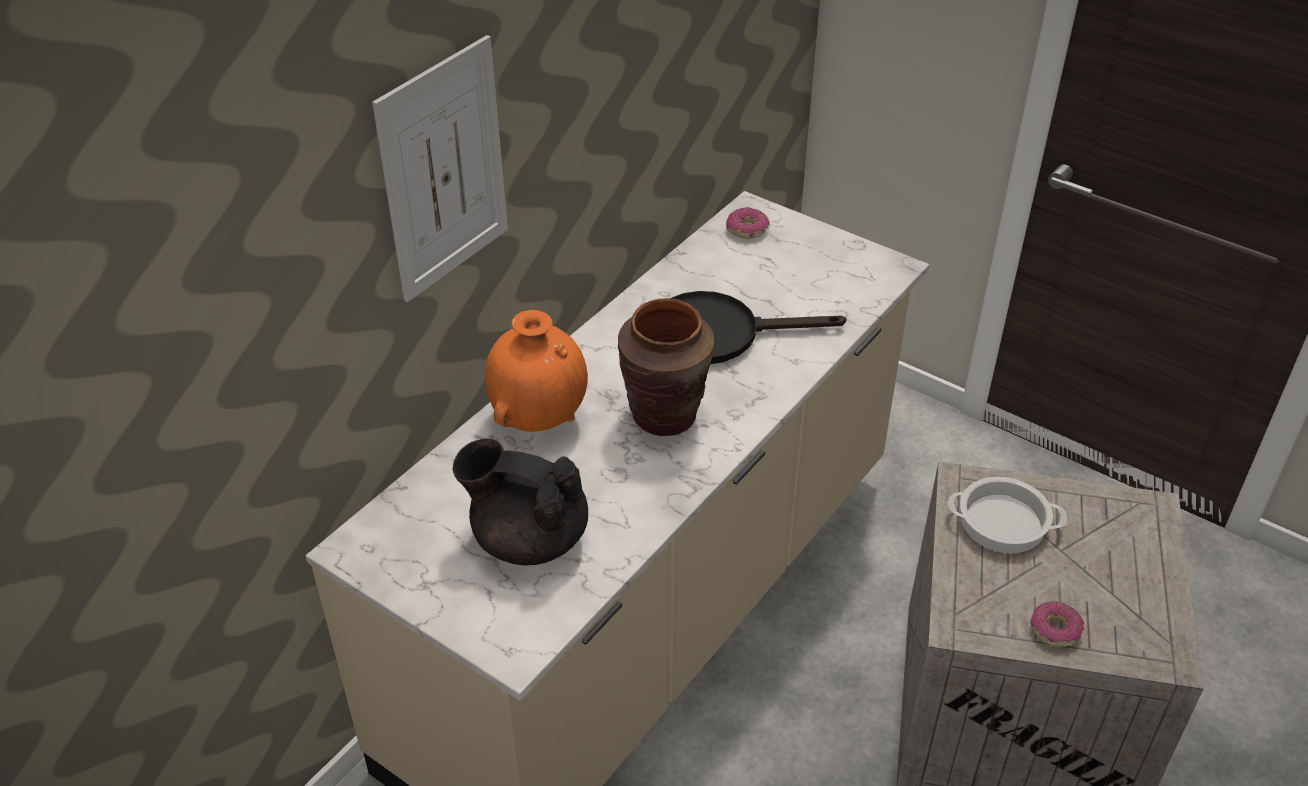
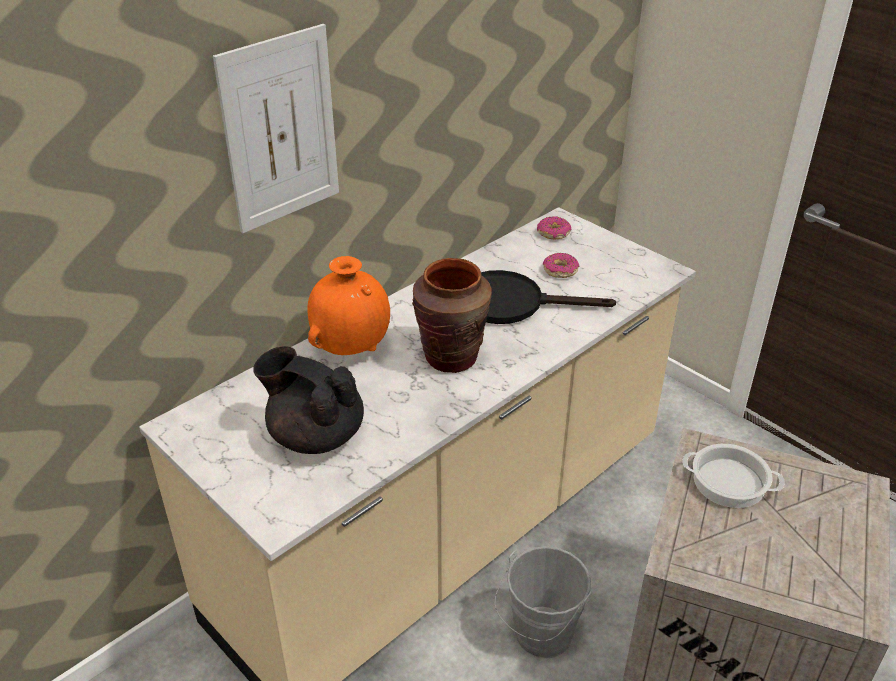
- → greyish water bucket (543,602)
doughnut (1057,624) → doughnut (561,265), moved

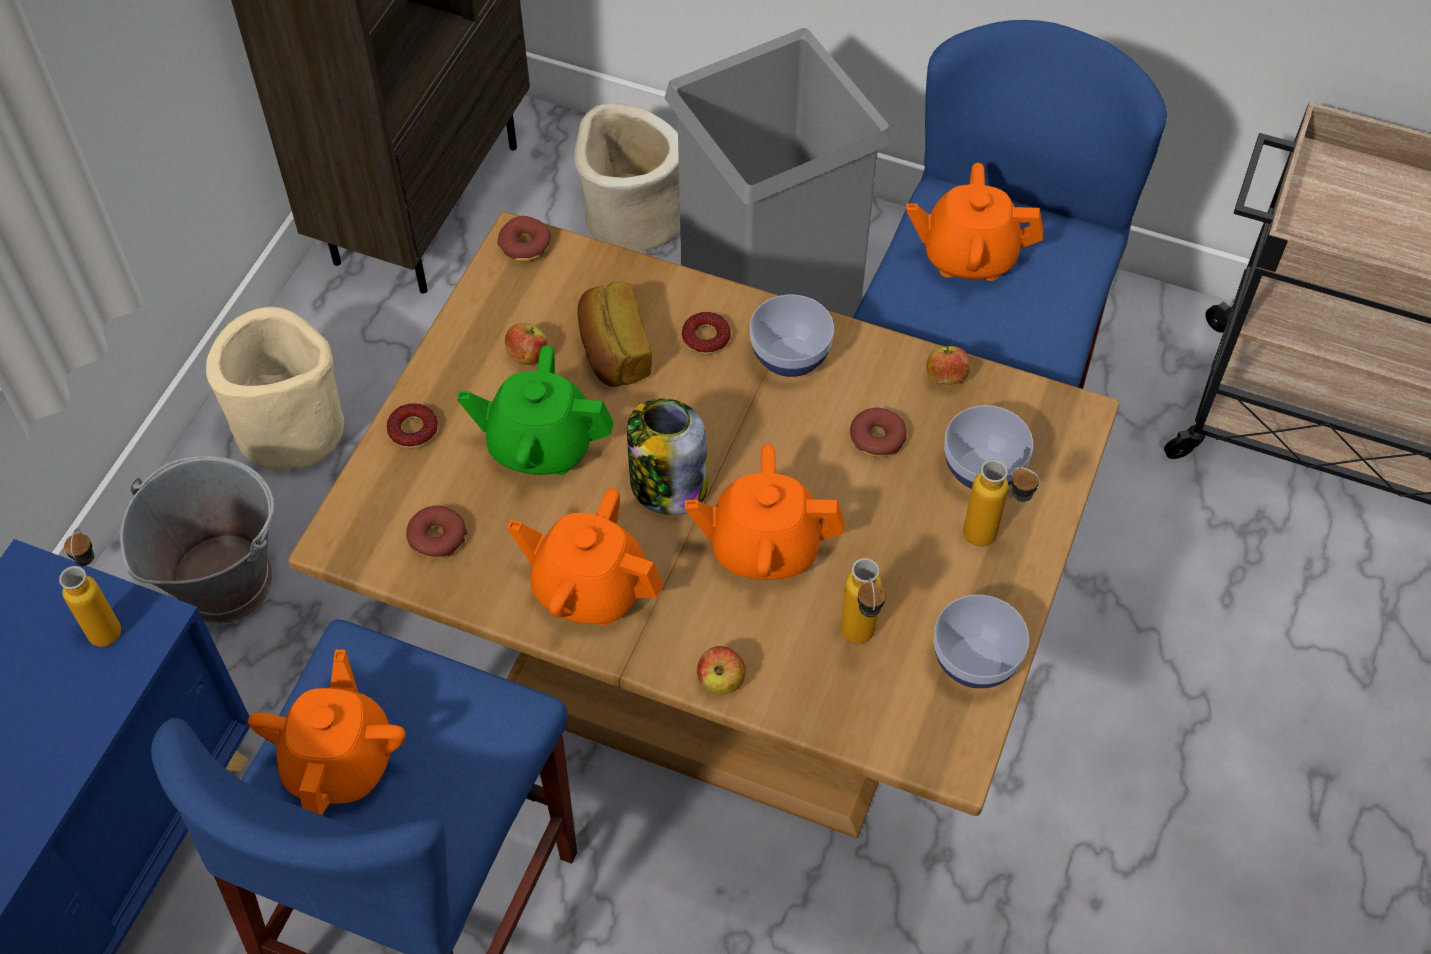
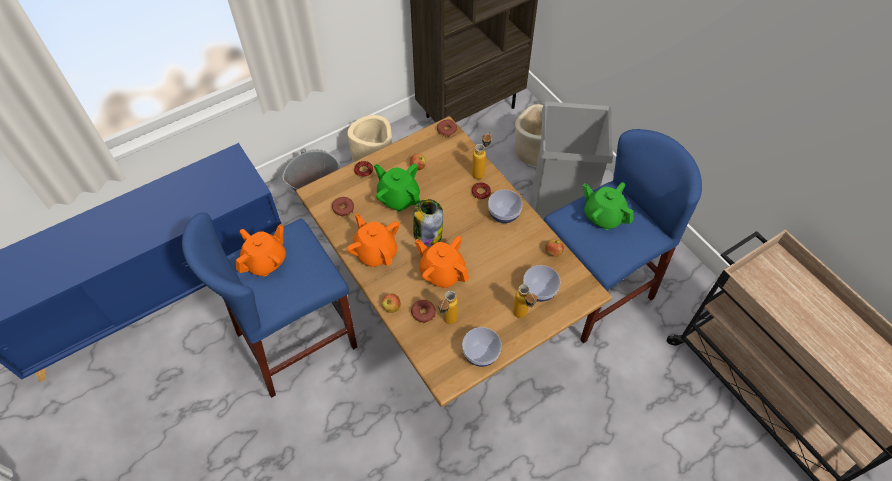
baked bread (614,334) → -
beverage bottle (90,588) → beverage bottle (482,155), moved
doughnut (878,432) → doughnut (423,311), moved
orange tea pot (974,222) → greenish tea pot (608,206)

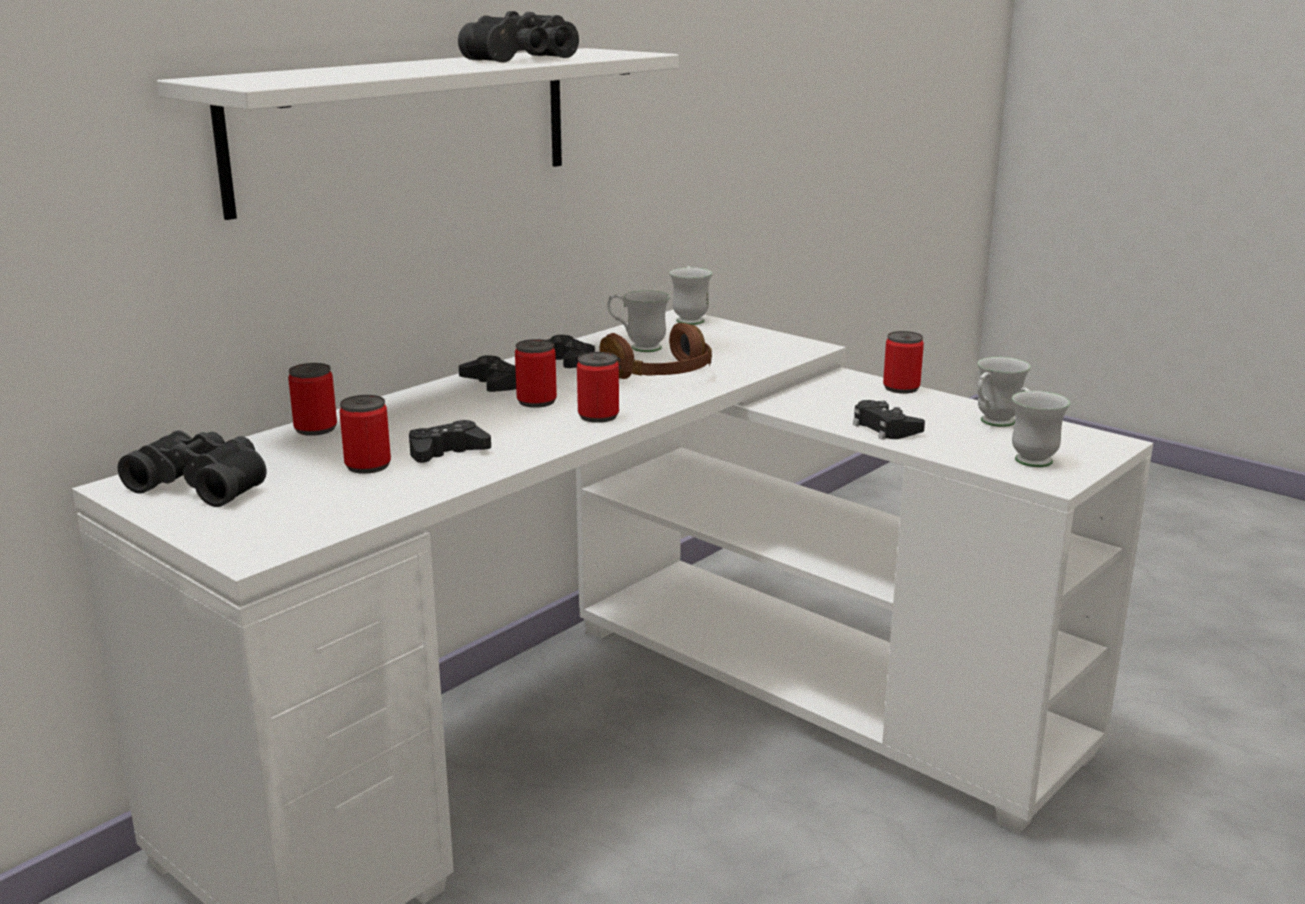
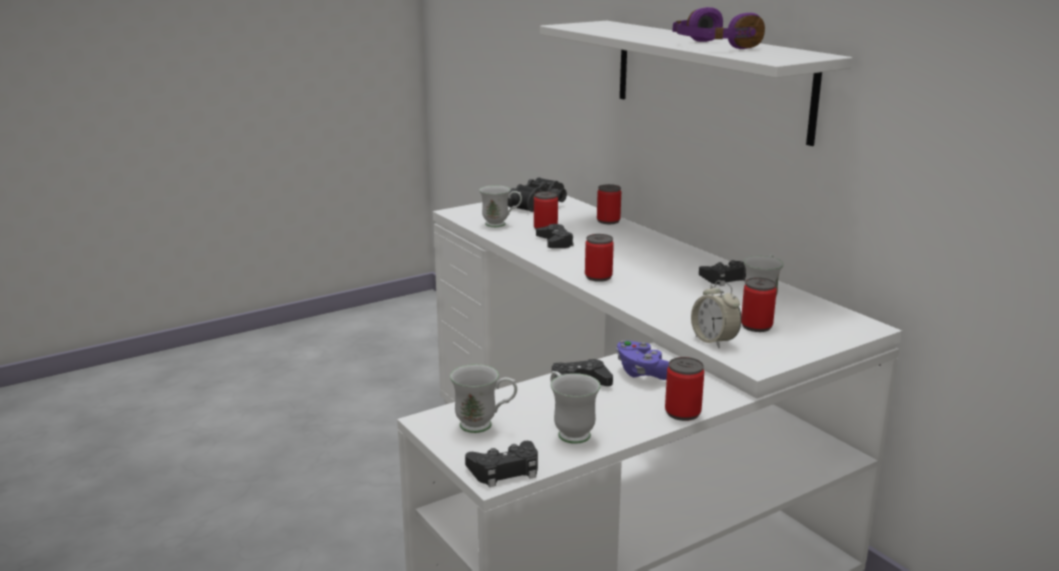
brown-coloured pair of headphones (655,351) → -
- → purplish game controller (642,360)
- → alarm clock (716,314)
black game controller (487,373) → black game controller (501,464), moved
metal can (536,373) → metal can (759,304), moved
whitish tea mug (691,295) → whitish tea mug (500,206), moved
black binoculars (518,37) → purplish pair of headphones (718,28)

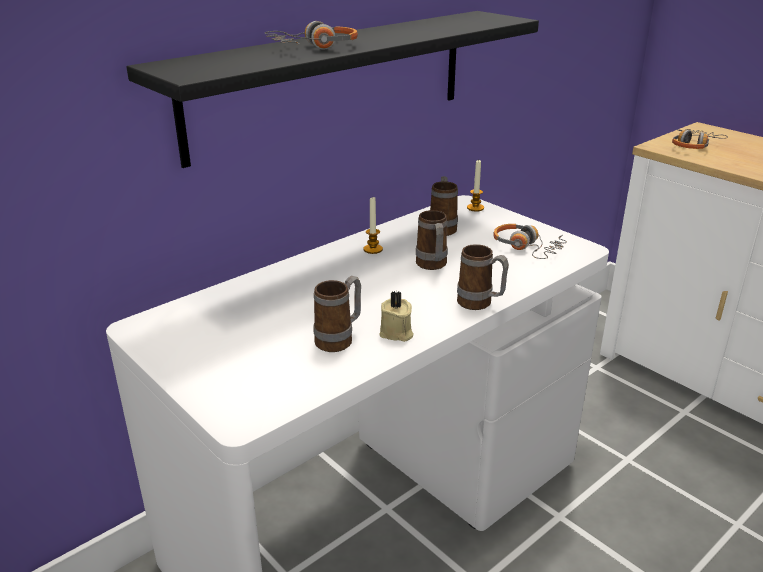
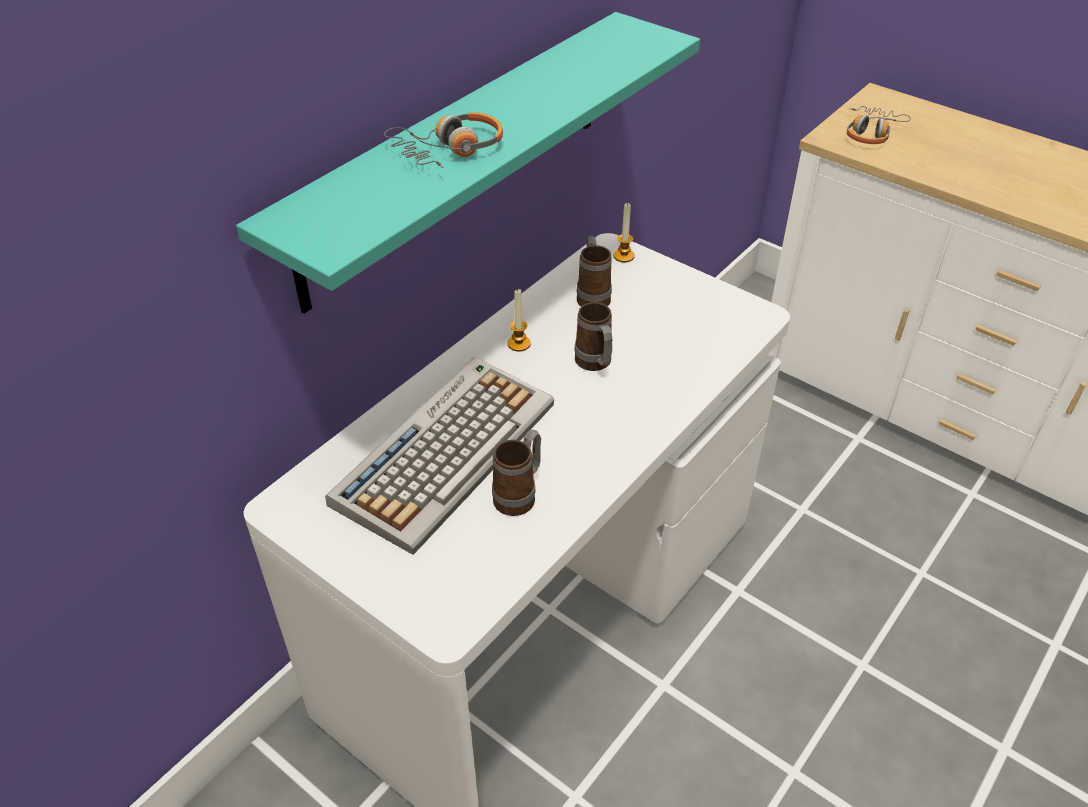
beige-coloured wax light (396,316) → -
tea mug (483,277) → -
pair of headphones (530,241) → -
- → computer keyboard (439,456)
black bracket shelf (333,89) → blue-green bracket shelf (468,163)

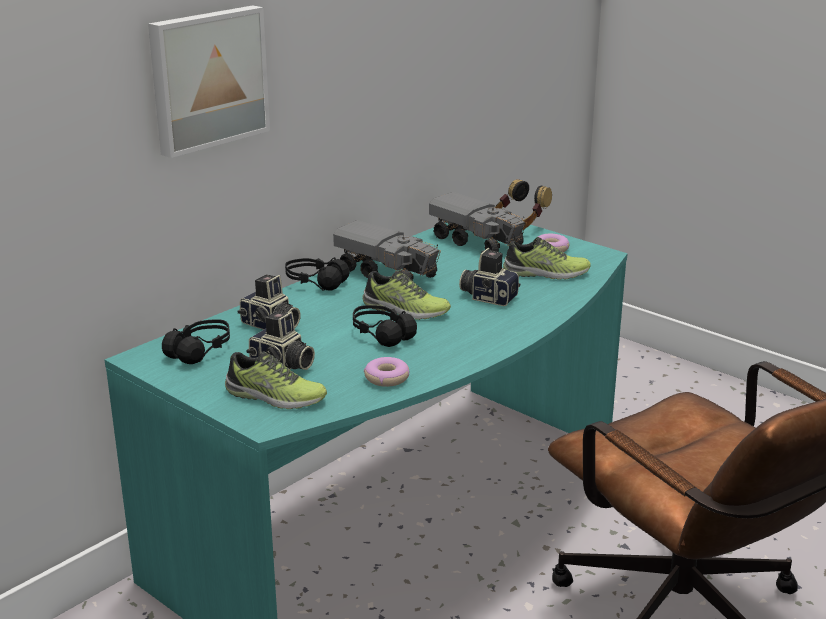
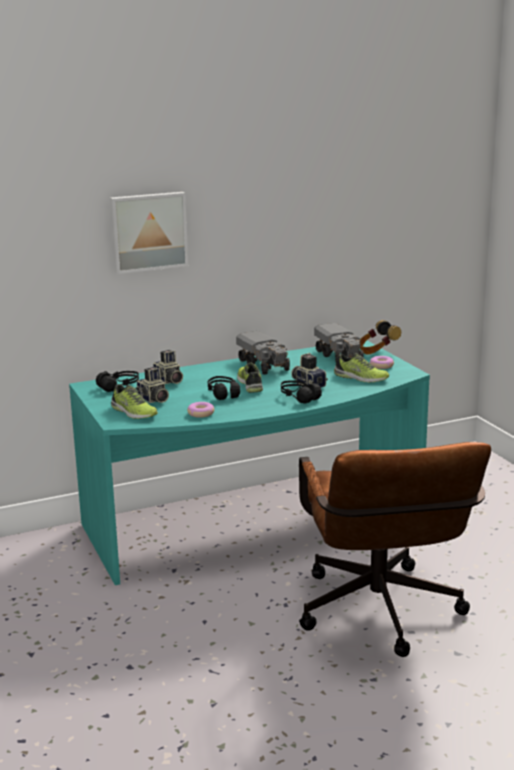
black pair of headphones (317,274) → black pair of headphones (301,392), moved
shoe (407,295) → shoe (250,378), 150 degrees counterclockwise

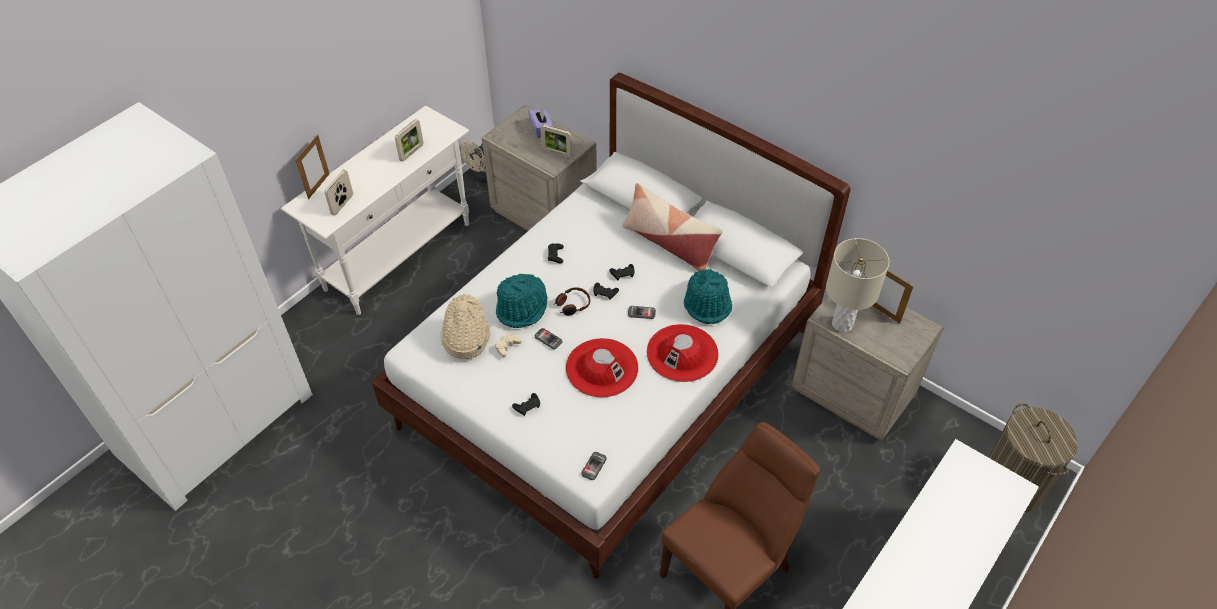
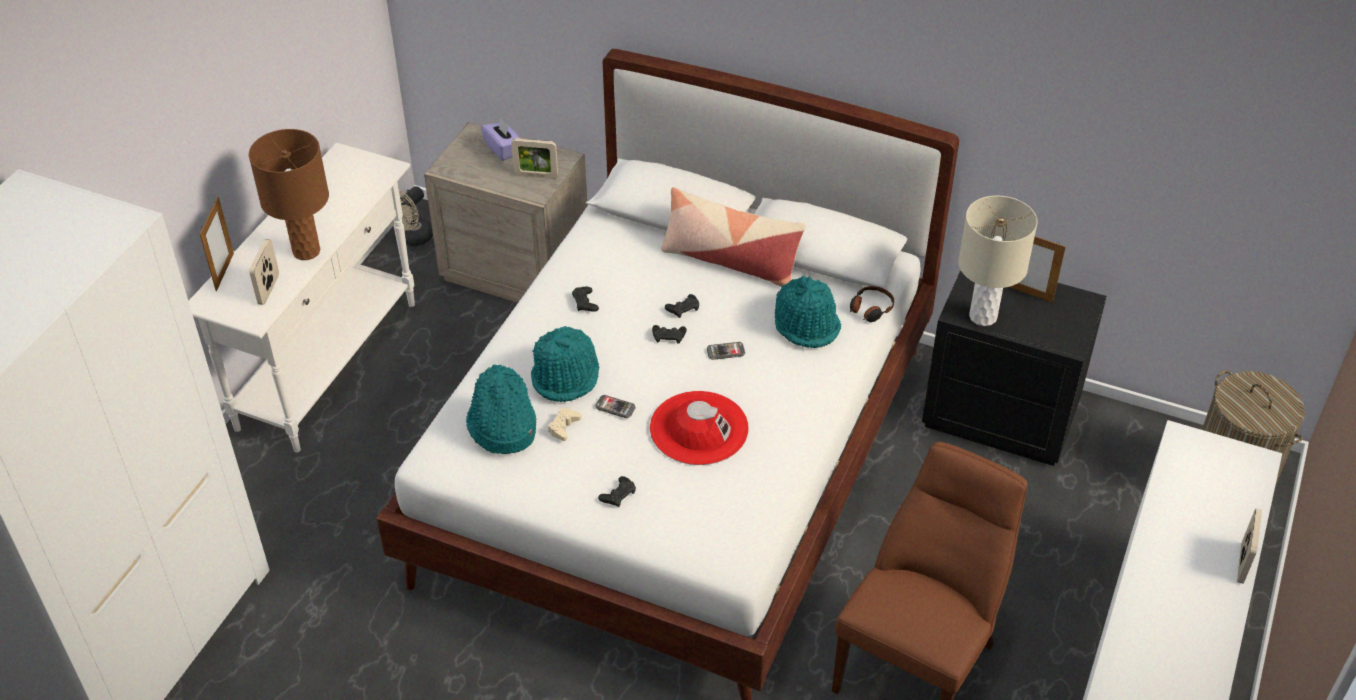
phone (594,466) → -
red clothing hat (683,353) → -
- → brown-coloured table lamp (289,194)
standing frame (409,140) → standing frame (1249,546), moved
pair of headphones (572,301) → pair of headphones (872,304), moved
beige-coloured clothing hat (465,326) → blue-green clothing hat (501,409)
beige-coloured bedside table (867,368) → black bedside table (1014,368)

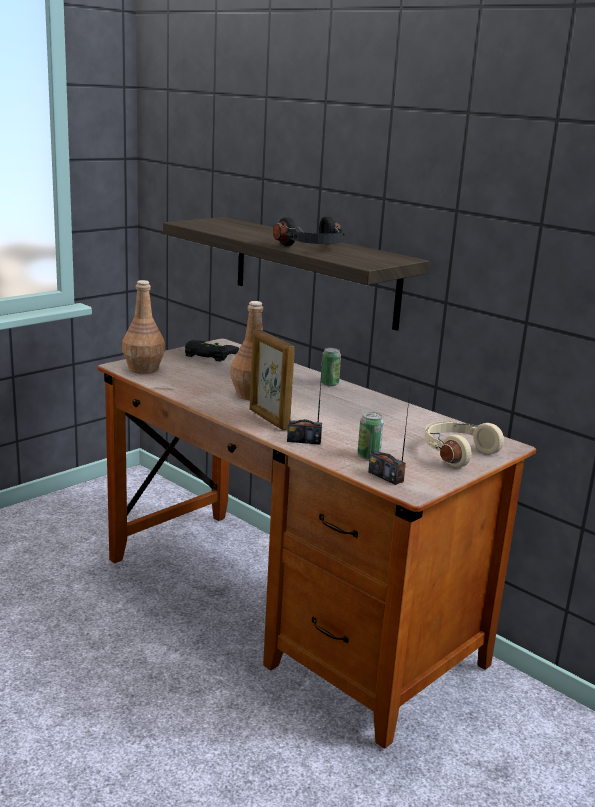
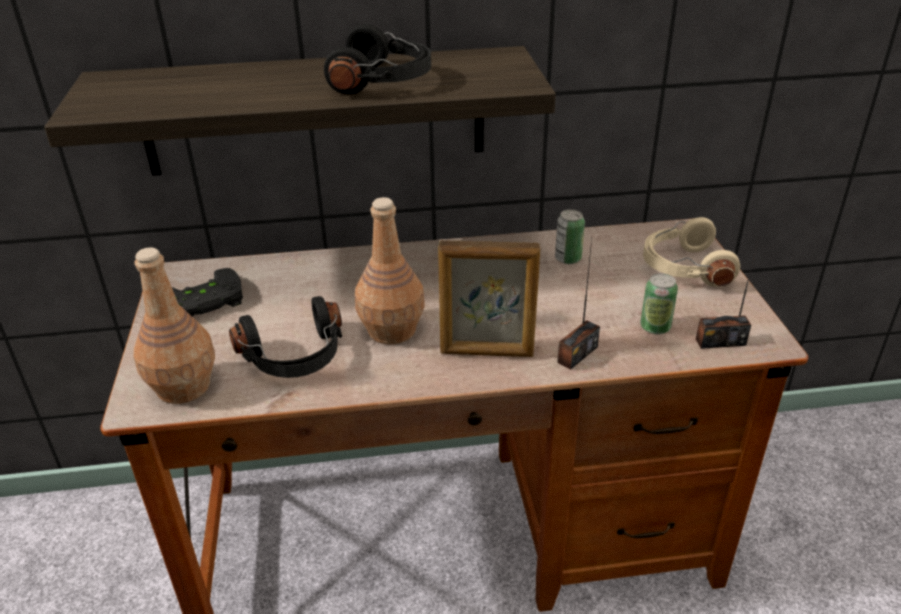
- → black pair of headphones (285,337)
metal can (331,367) → metal can (570,236), moved

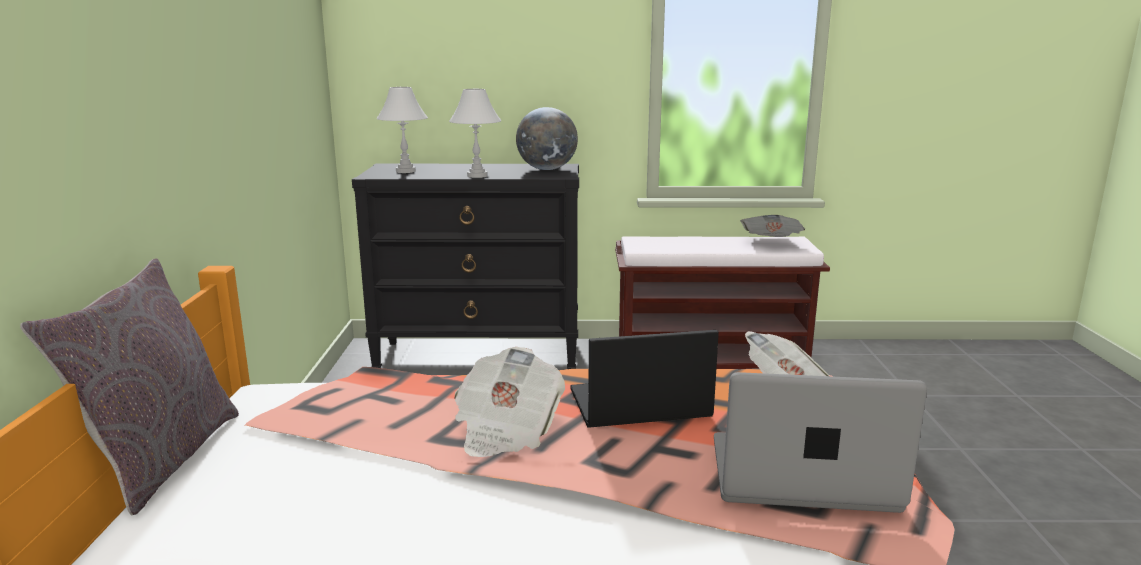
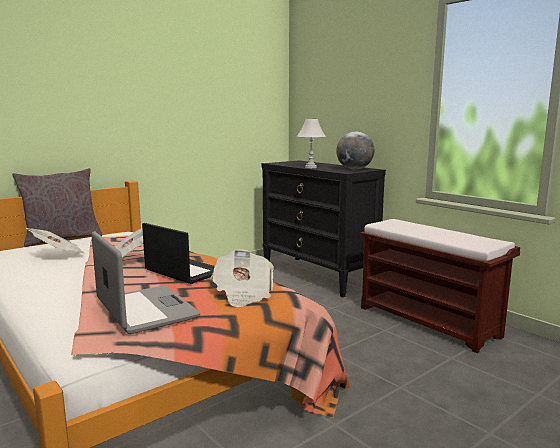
whitish table lamp (402,130) → -
daily paper (772,226) → daily paper (55,240), moved

